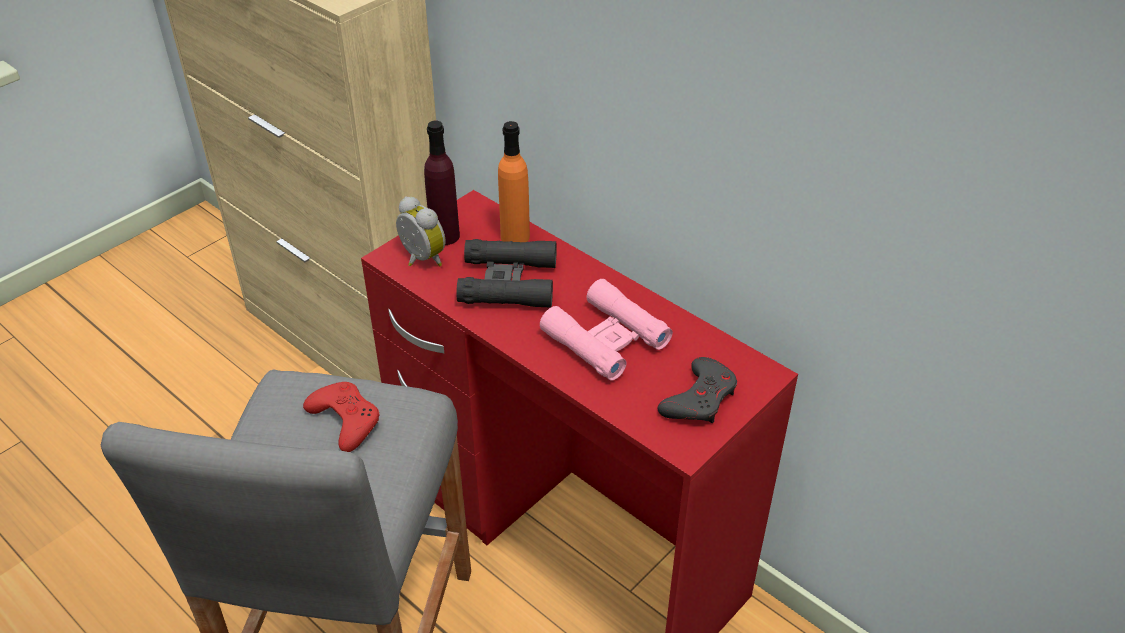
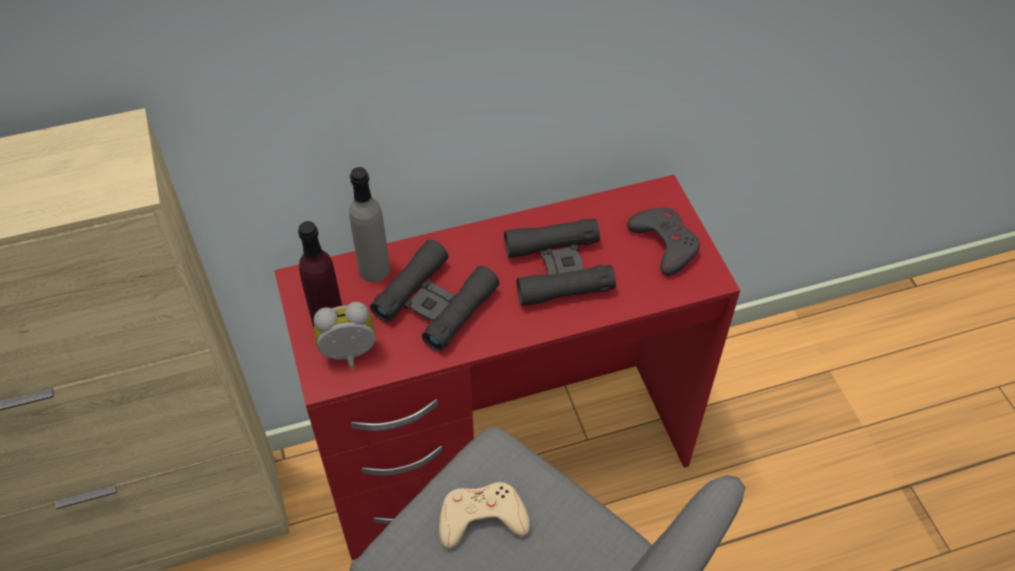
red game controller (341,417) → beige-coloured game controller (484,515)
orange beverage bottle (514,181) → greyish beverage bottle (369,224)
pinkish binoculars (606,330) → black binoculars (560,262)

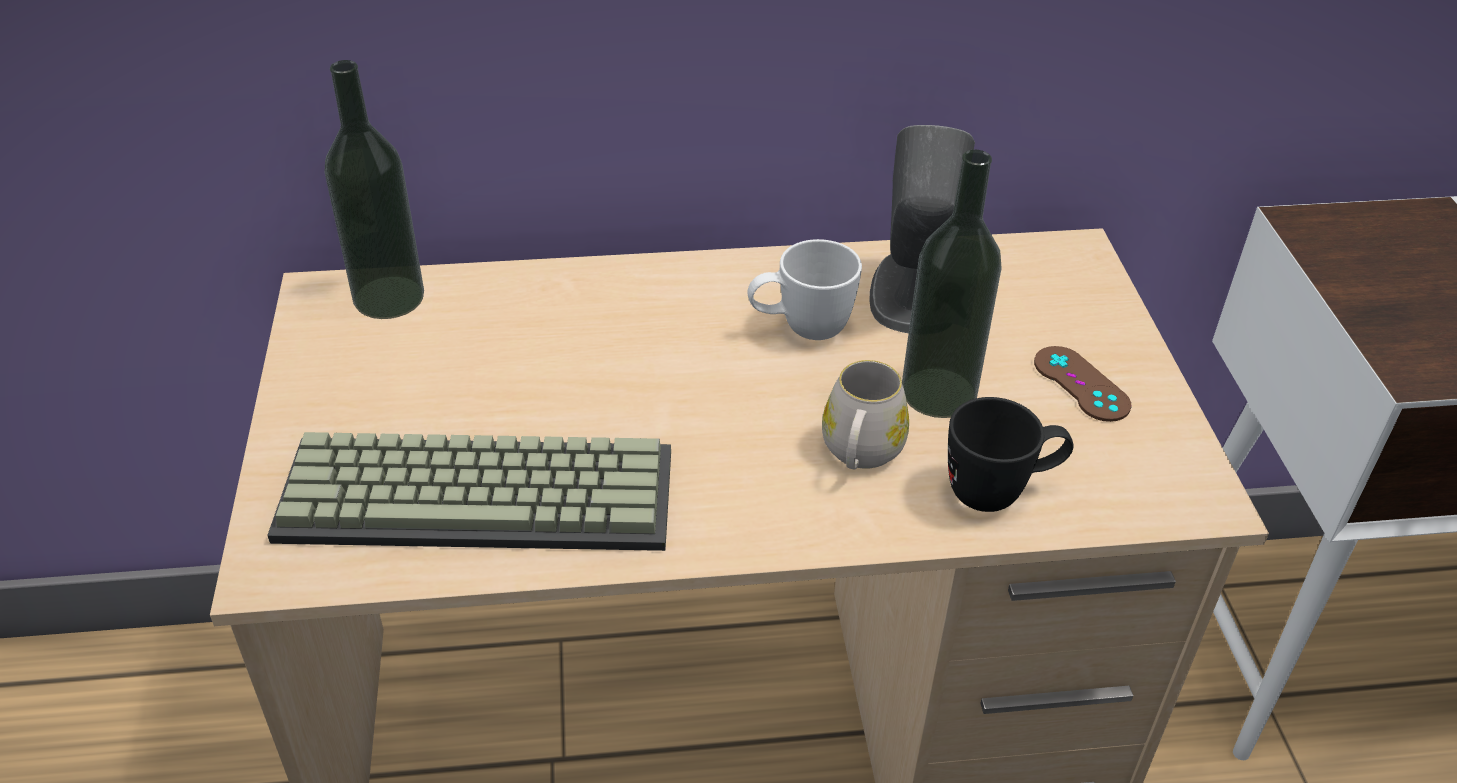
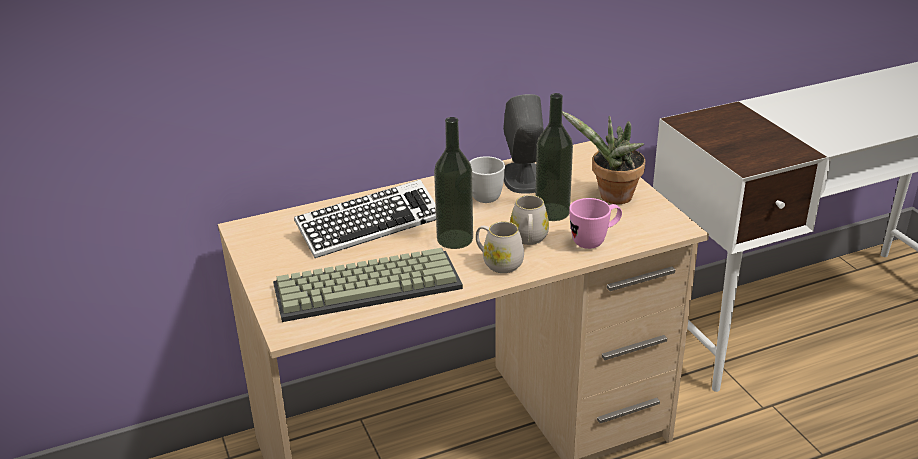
- → computer keyboard (365,219)
- → whitish tea mug (500,247)
beverage bottle (374,189) → beverage bottle (453,183), moved
brown-coloured game controller (1082,384) → plant in a pot (604,157)
black tea mug (1011,454) → pinkish tea mug (595,223)

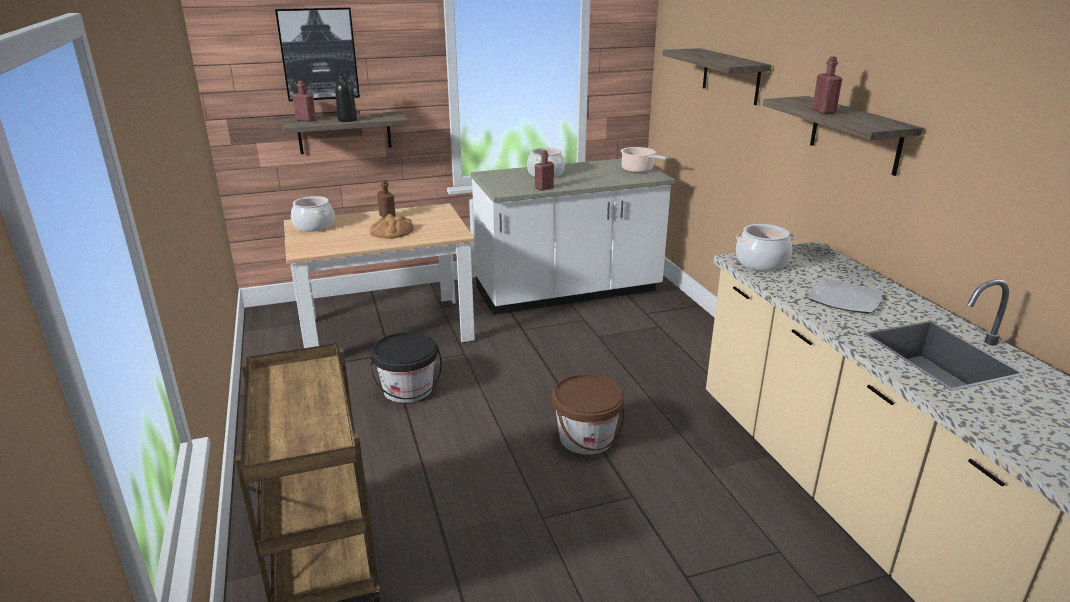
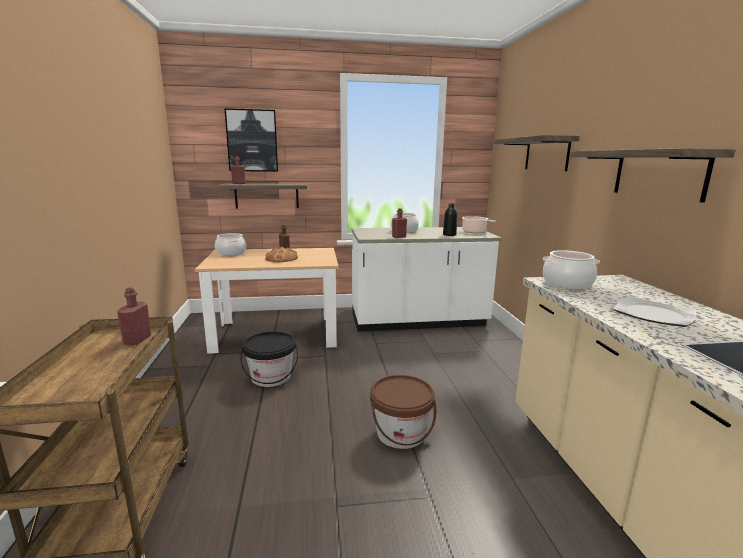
black beverage bottle (346,98) → black beverage bottle (450,219), moved
red beverage bottle (827,85) → red beverage bottle (134,316), moved

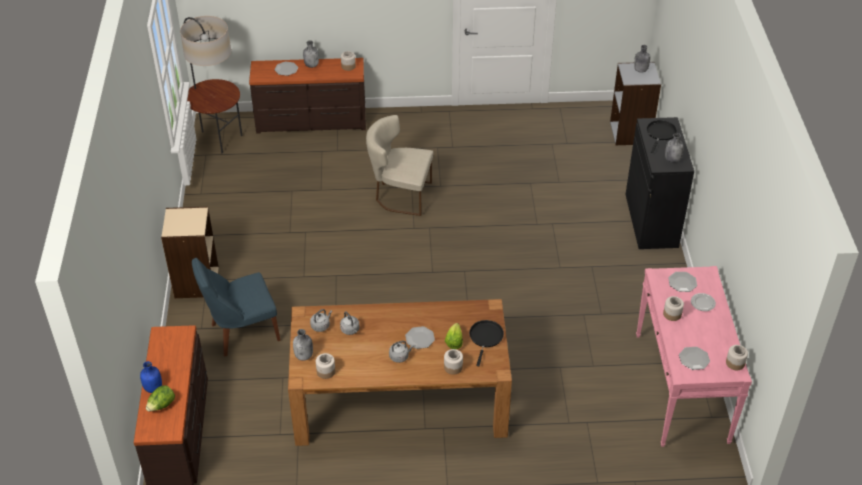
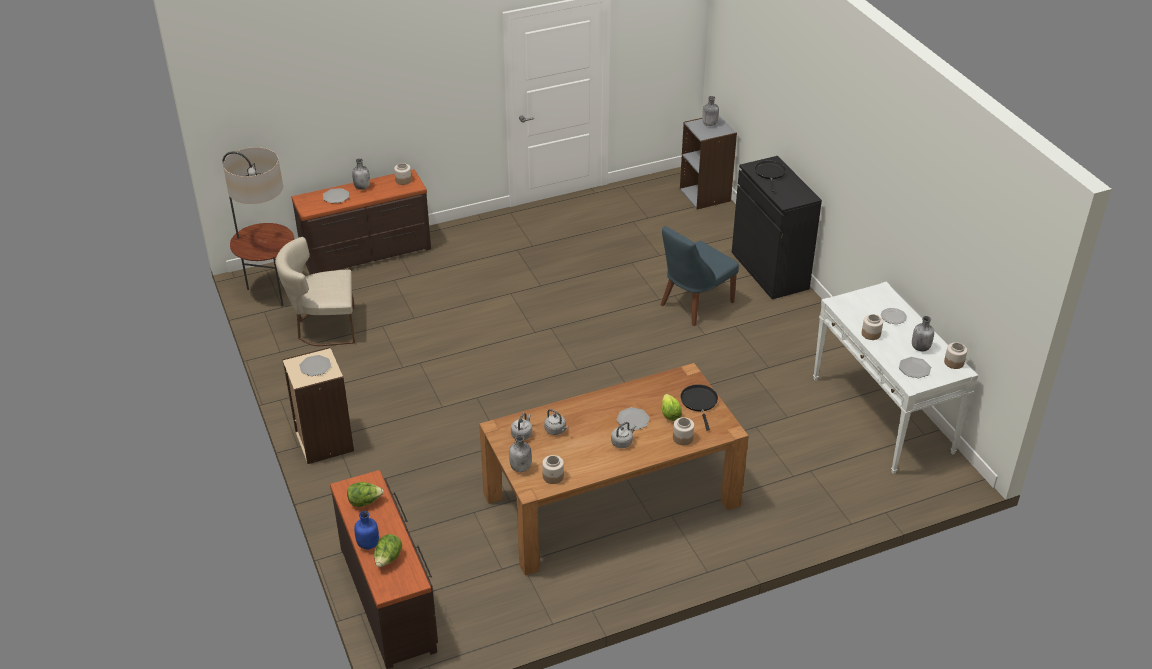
- → lettuce (365,494)
blue upright chair (236,307) → blue upright chair (700,276), moved
beige-coloured upright chair (399,165) → beige-coloured upright chair (315,291), moved
greyish beverage bottle (674,148) → greyish beverage bottle (923,333), moved
flat dish (683,282) → flat dish (315,365), moved
pinkish console table (694,356) → whitish console table (895,377)

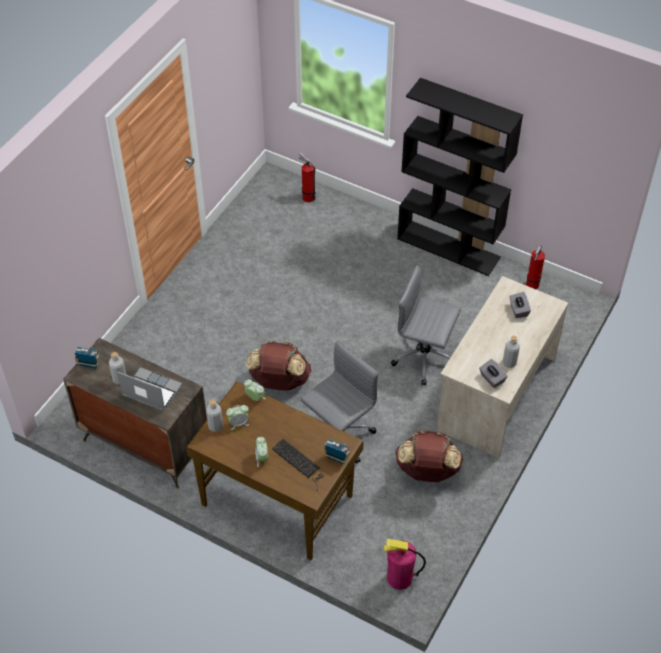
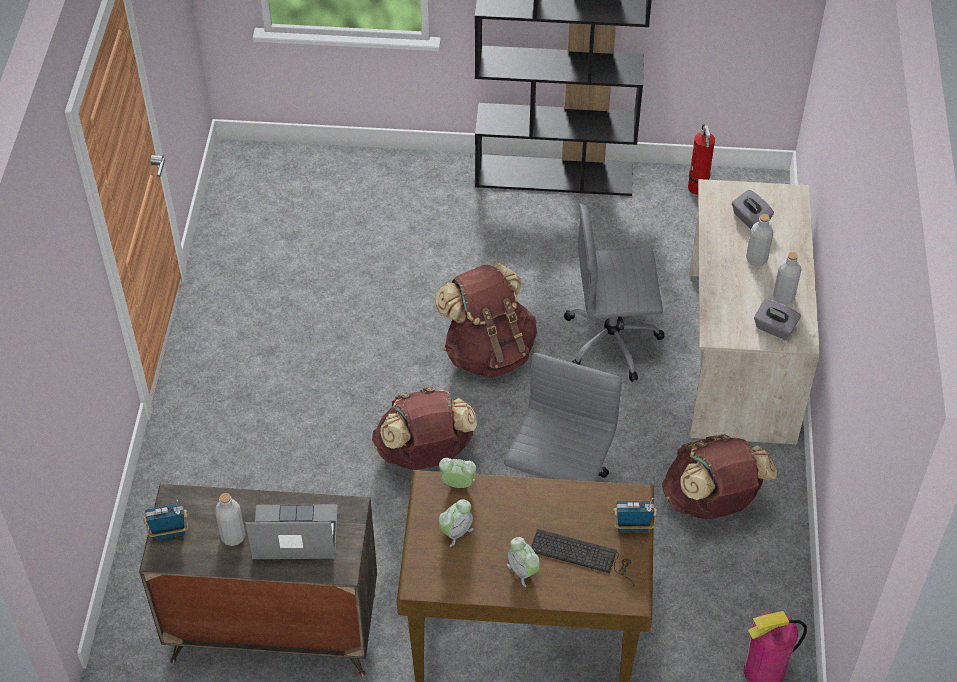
extinguisher (306,177) → -
- → brown-coloured backpack (486,320)
greyish beverage bottle (214,416) → greyish beverage bottle (759,240), moved

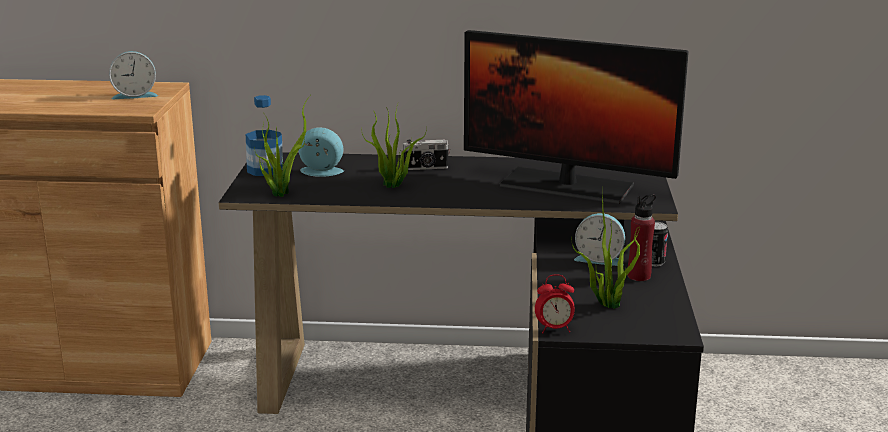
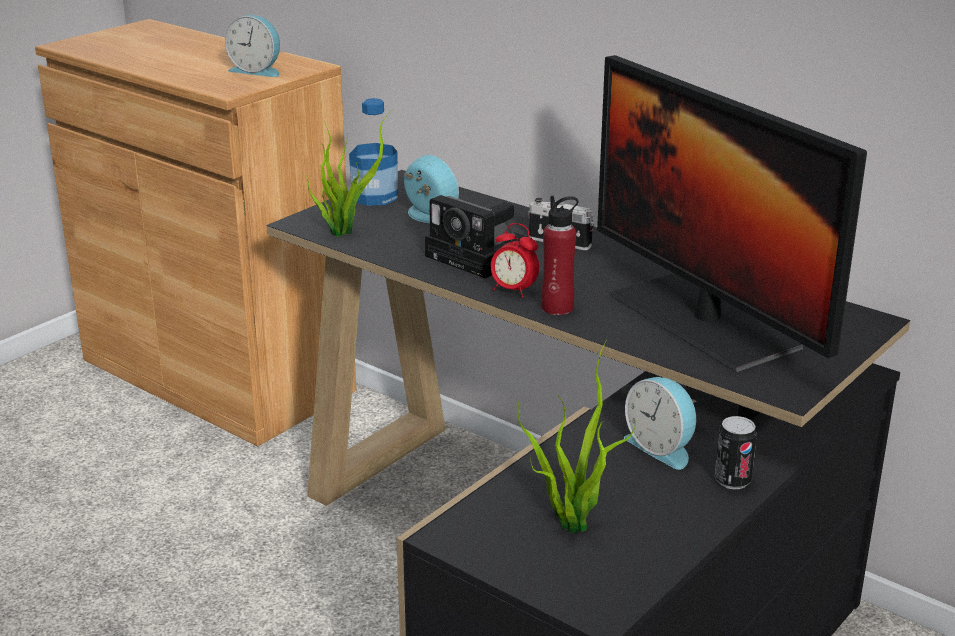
alarm clock (554,303) → alarm clock (515,260), moved
red beverage bottle (642,237) → red beverage bottle (559,255), moved
plant in a pot (394,146) → photo camera (476,237)

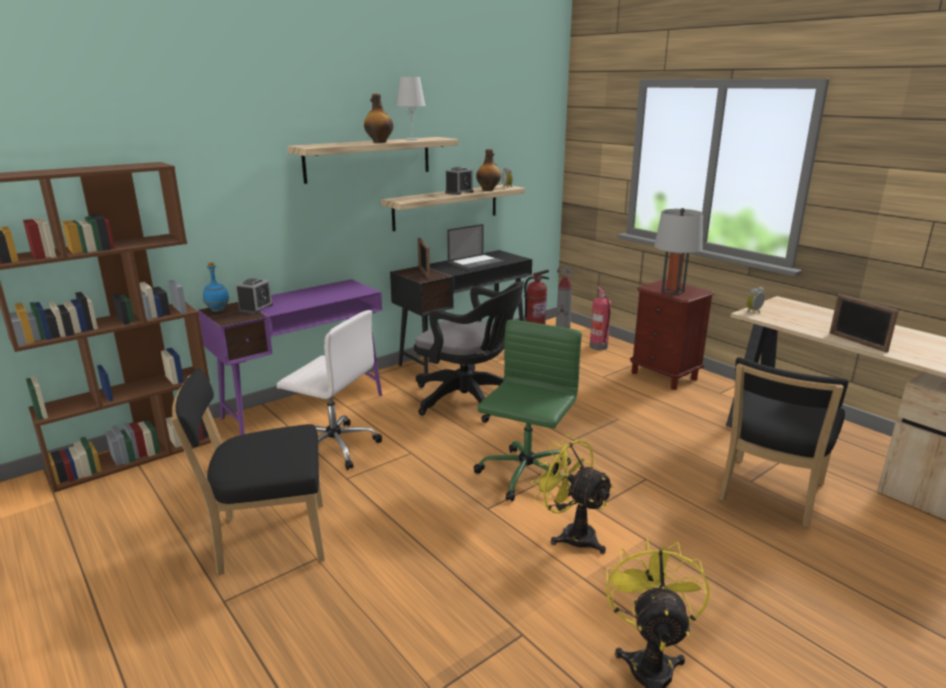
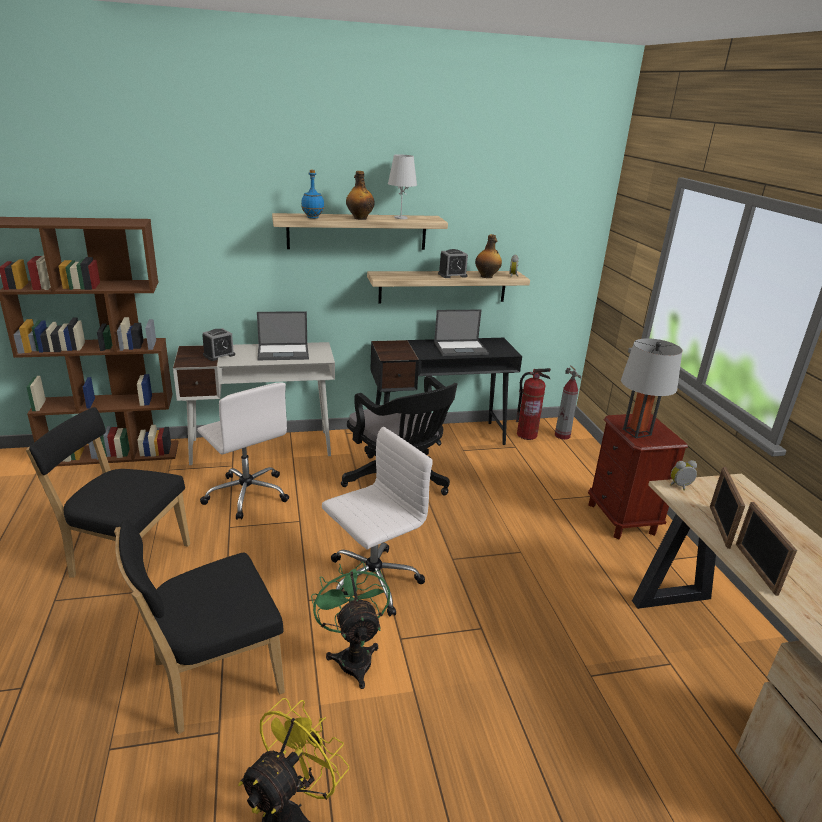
extinguisher (600,318) → -
- → notebook computer (283,335)
blue beverage bottle (216,287) → blue beverage bottle (312,194), moved
standing frame (424,258) → standing frame (727,508), moved
black upright chair (783,442) → black upright chair (199,627), moved
purplish desk (290,357) → whitish desk (254,403)
greenish computer chair (528,411) → whitish computer chair (377,521)
yellow electric fan (572,494) → greenish electric fan (350,625)

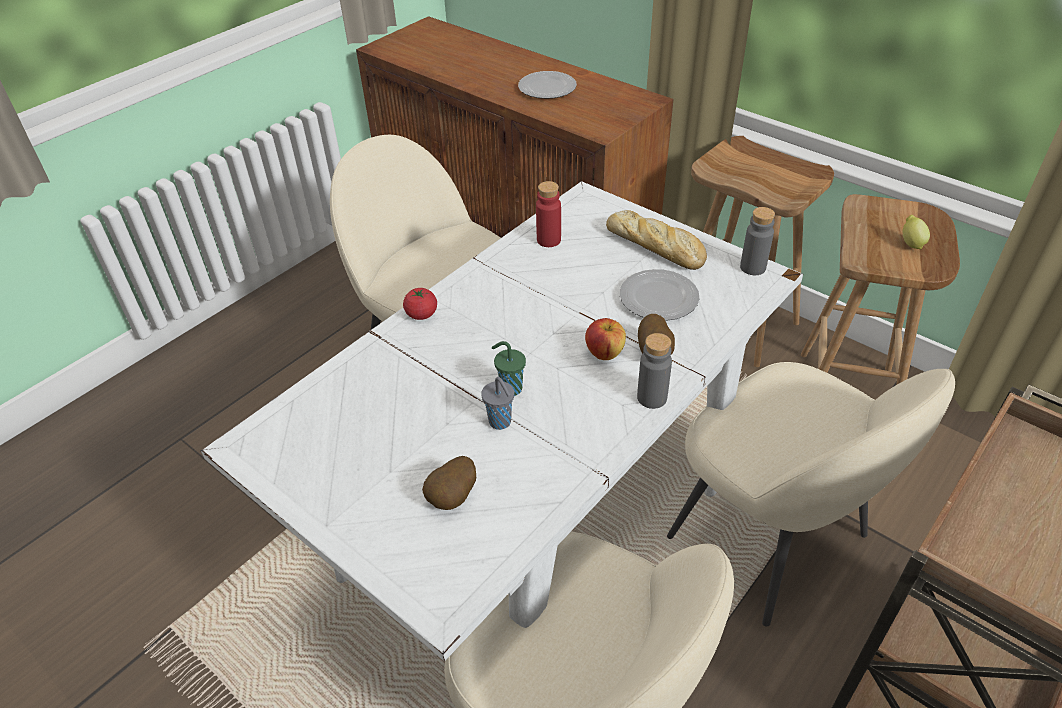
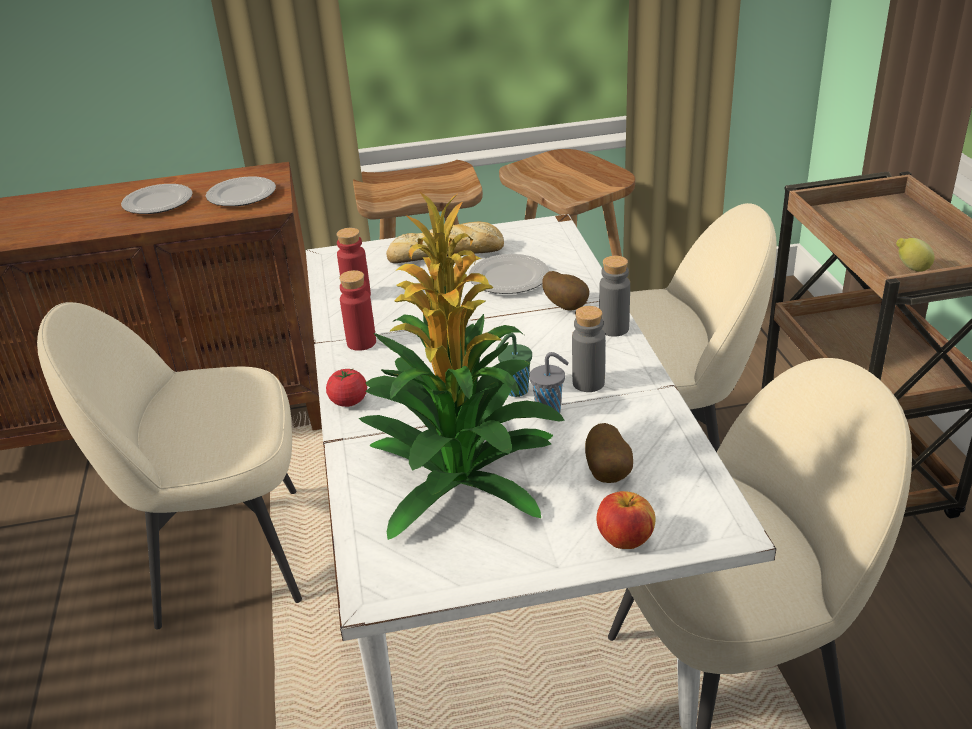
- → flat dish (241,191)
- → red beverage bottle (357,310)
- → plant in a pot (462,365)
whole apple (605,339) → whole apple (626,520), moved
greyish beverage bottle (757,241) → greyish beverage bottle (588,349), moved
citrus fruit (916,232) → citrus fruit (915,255), moved

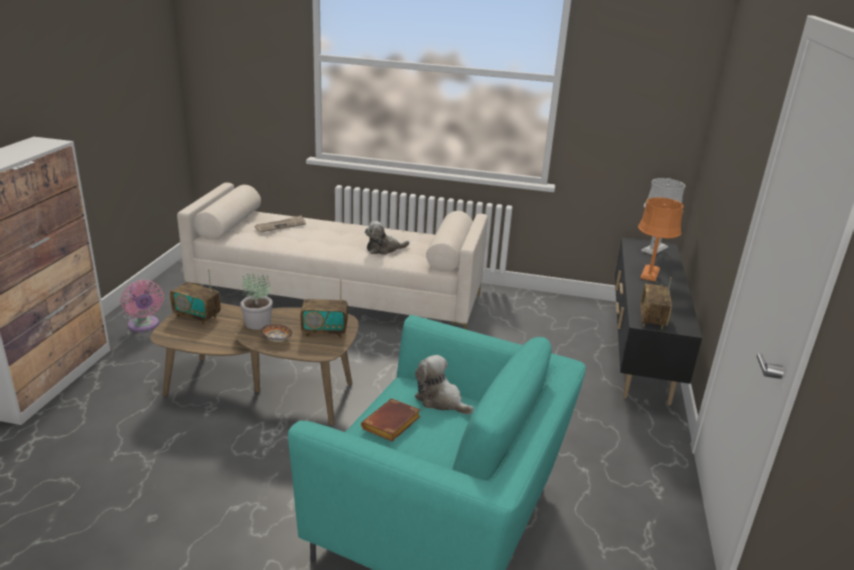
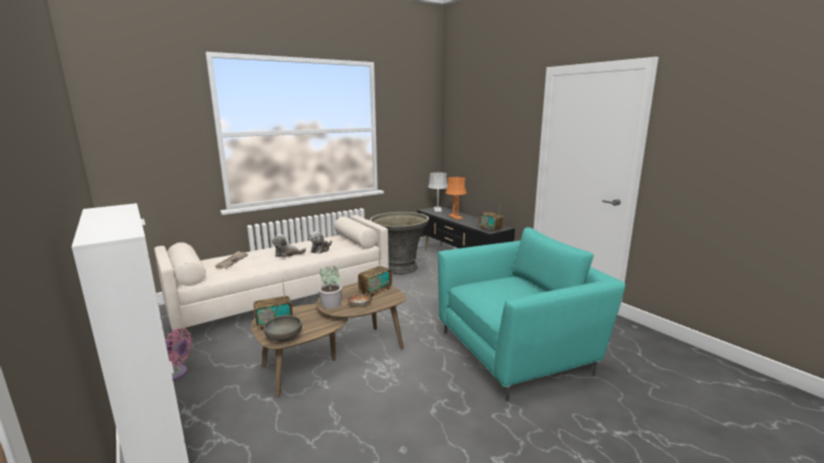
brown-coloured bound book (391,419) → -
- → greyish bowl (282,328)
- → greyish flower pot (399,243)
cuddly toy (444,384) → cuddly toy (289,245), moved

